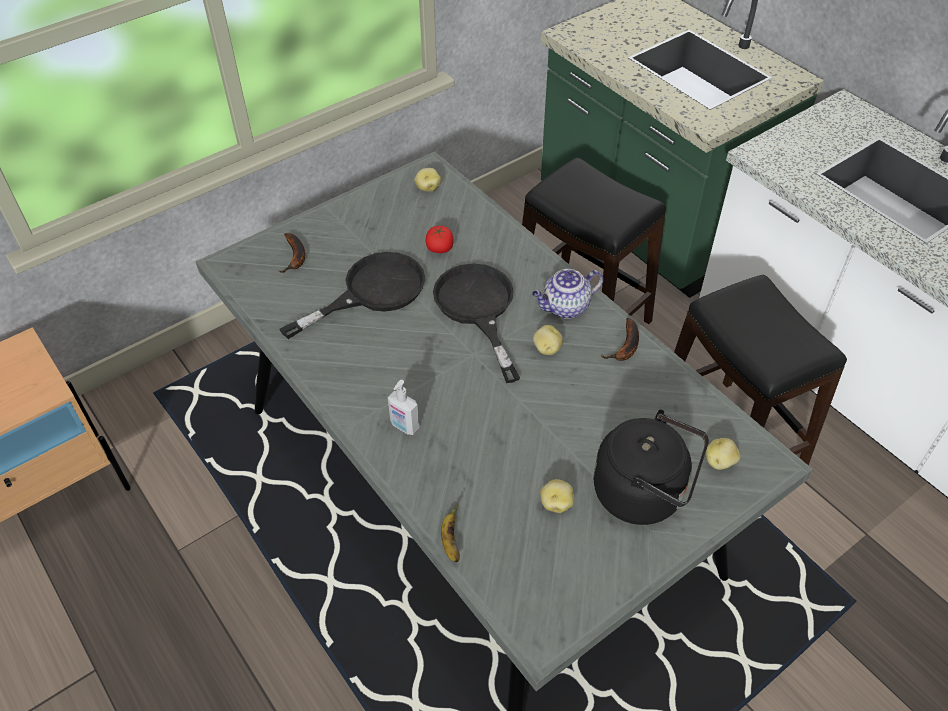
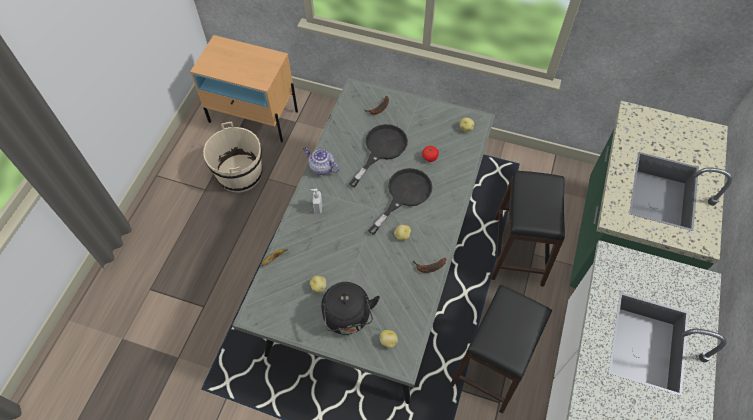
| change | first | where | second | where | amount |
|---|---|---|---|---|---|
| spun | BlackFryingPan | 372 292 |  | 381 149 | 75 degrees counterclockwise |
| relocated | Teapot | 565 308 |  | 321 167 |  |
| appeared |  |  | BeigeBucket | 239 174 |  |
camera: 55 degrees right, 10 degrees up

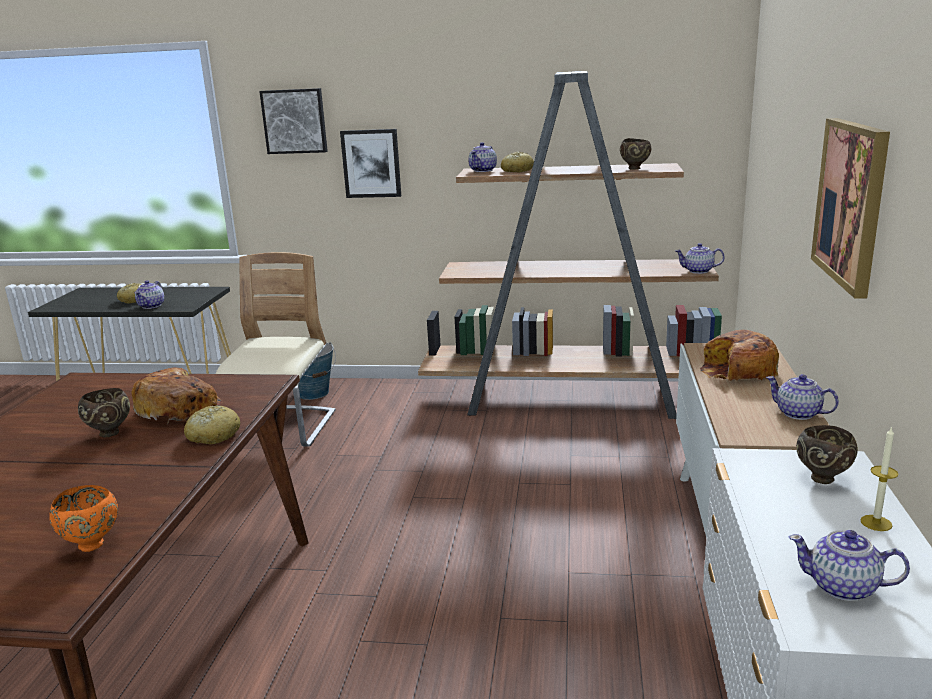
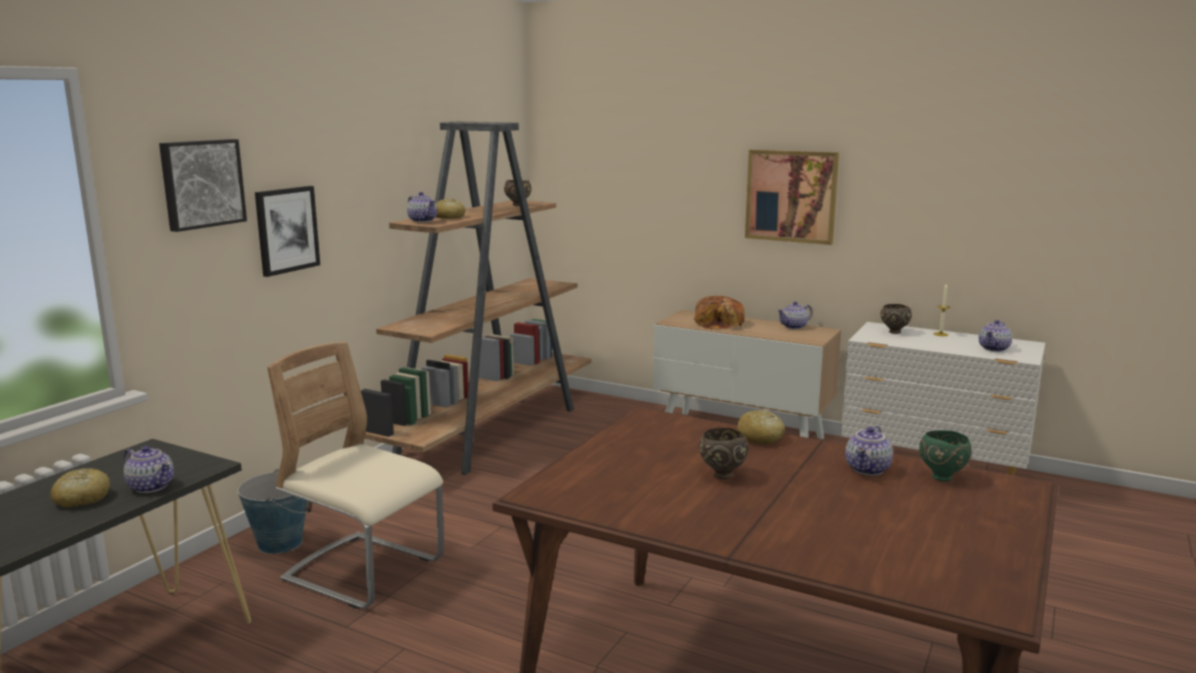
| change | first | where | second | where | amount |
|---|---|---|---|---|---|
| relocated | Teapot | 698 271 |  | 868 470 |  |
| missing | Bread | 180 409 |  |  |  |
| colour | OrangeBowl | 93 545 | GreenBowl | 942 477 |  |
camera: 70 degrees left, 5 degrees down

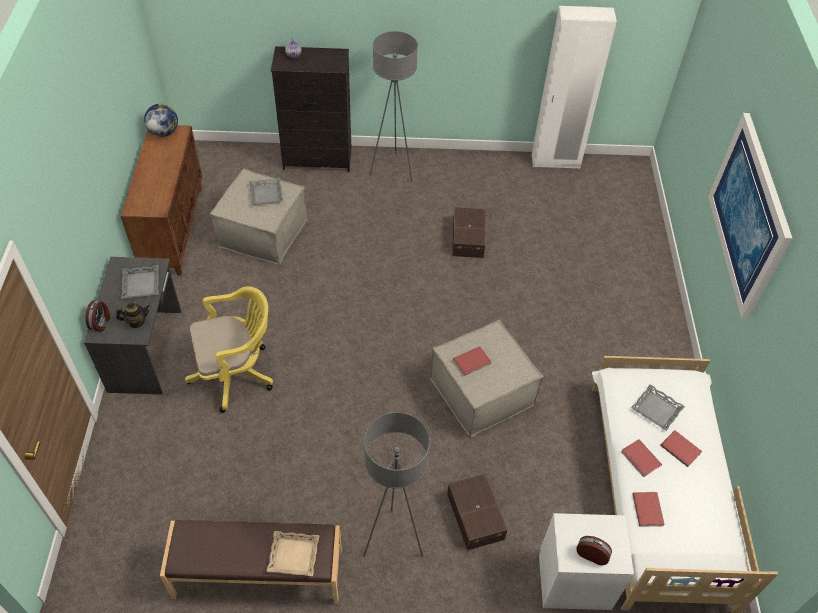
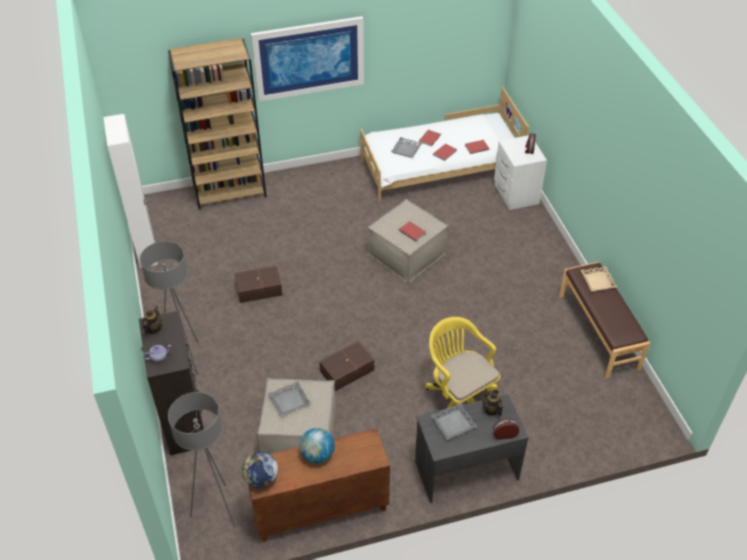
| change | first | where | second | where | amount |
|---|---|---|---|---|---|
| relocated | GreyFloorLamp | 393 541 |  | 217 508 |  |
| relocated | BrownStorageBox | 476 515 |  | 346 370 |  |
| appeared |  |  | BrownBookcase | 230 191 |  |
| appeared |  |  | Teapot | 153 329 |  |
| appeared |  |  | Globe | 317 455 |  |
camera: 105 degrees left, 5 degrees down

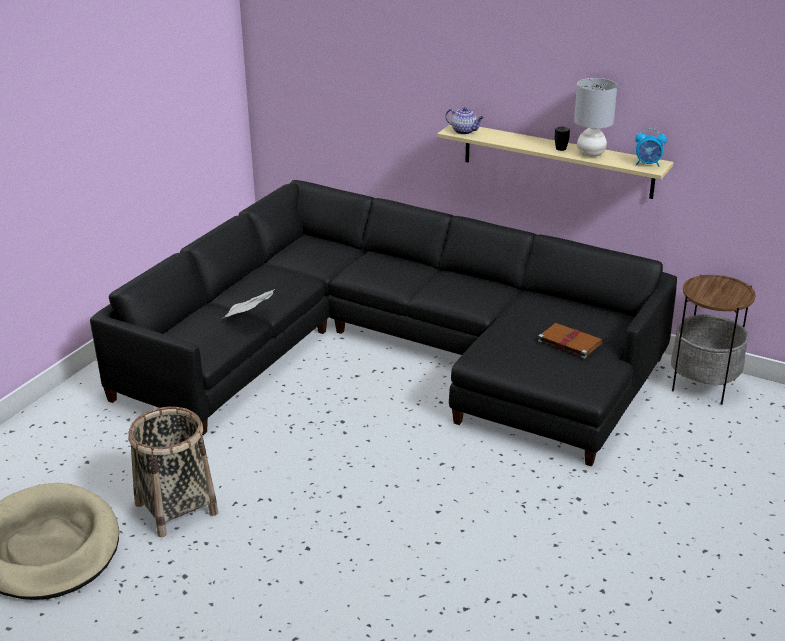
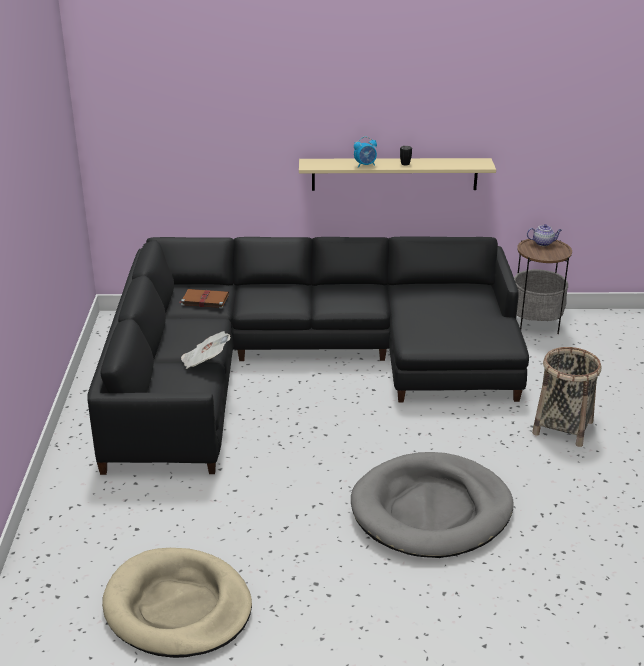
| change | first | where | second | where | amount |
|---|---|---|---|---|---|
| missing | GreyTableLamp | 590 154 |  |  |  |
| relocated | Teapot | 464 131 |  | 543 243 |  |
| relocated | AlarmClock | 648 164 |  | 365 165 |  |
| relocated | BrownBook | 568 342 |  | 204 300 |  |
| relocated | Basket | 176 509 |  | 563 427 |  |
| appeared |  |  | GreyDogBed | 431 510 |  |
camera: 30 degrees left, 0 degrees up

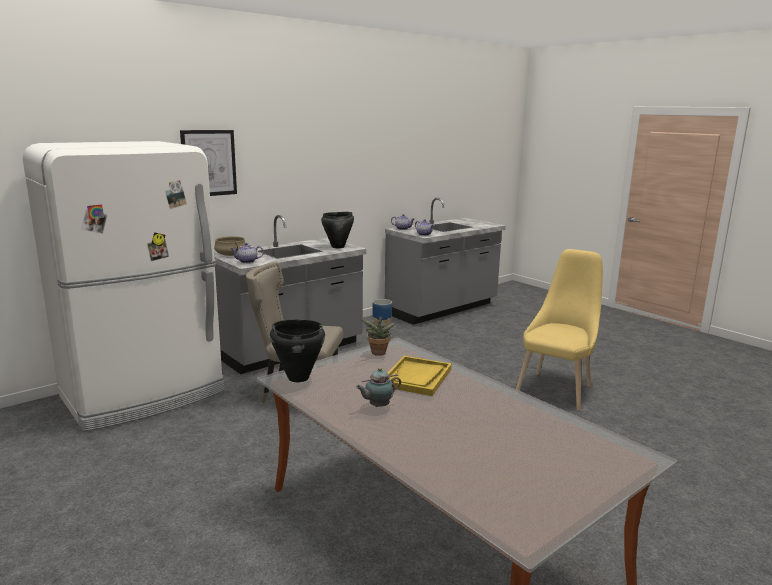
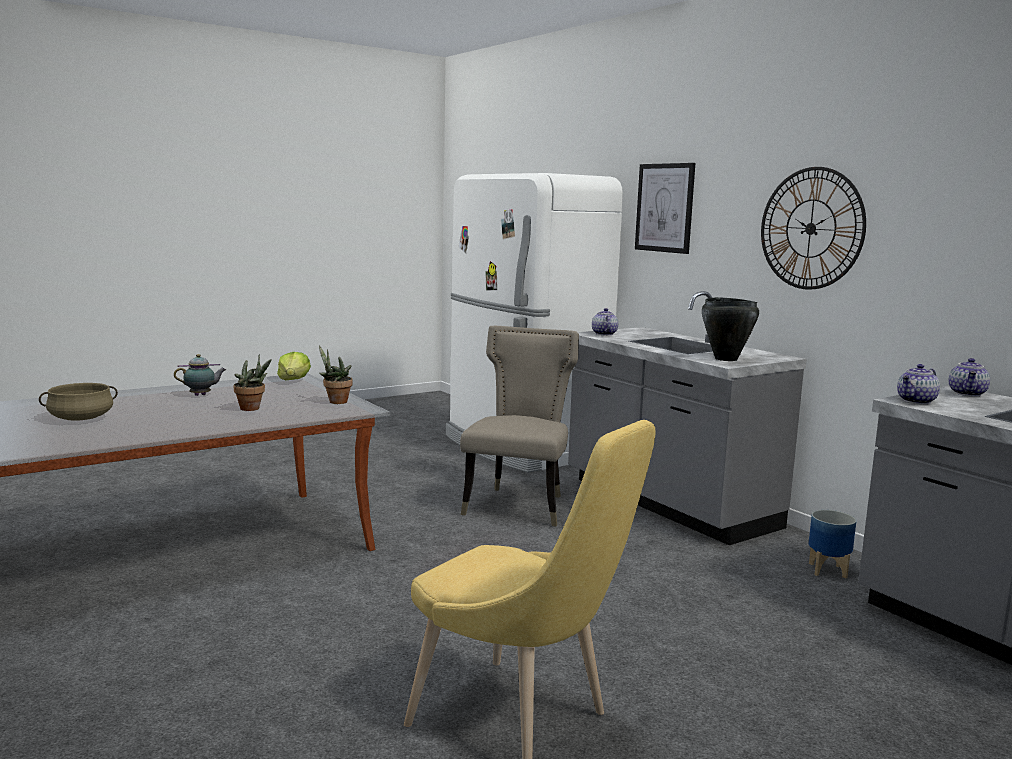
| change | first | where | second | where | amount |
|---|---|---|---|---|---|
| relocated | BeigeCookingPot | 230 255 |  | 81 418 |  |
| exchanged | BlackCookingPot | 298 377 | Lettuce | 294 380 |  |
| exchanged | YellowTray | 417 377 | PottedPlant | 252 409 |  |
| spun | Teapot | 377 406 |  | 202 395 | 90 degrees clockwise |
| appeared |  |  | WallClock | 811 228 |  |
camera: 95 degrees right, 5 degrees down

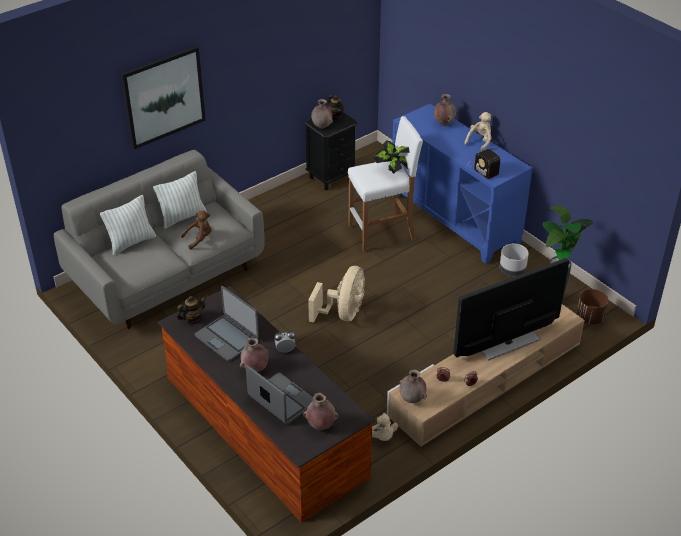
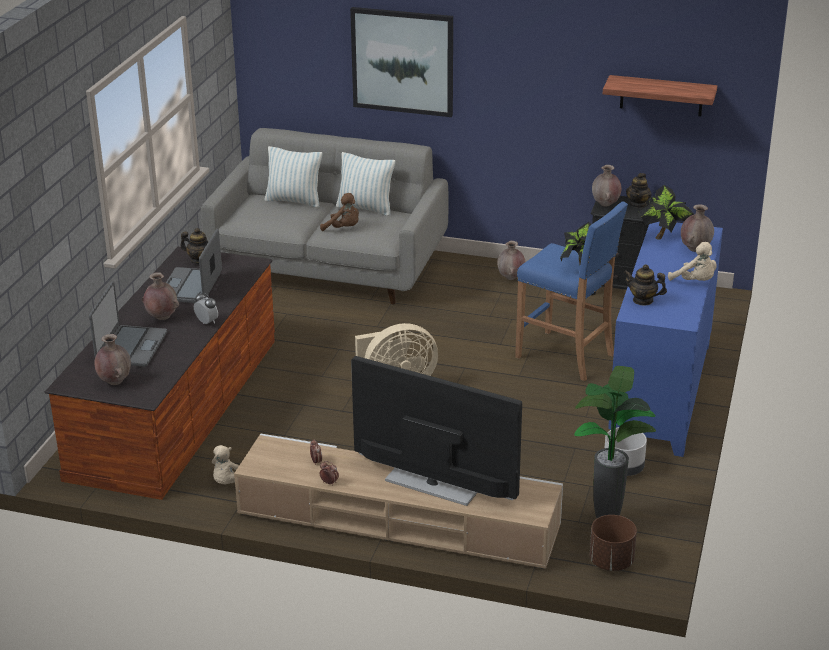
| change | first | where | second | where | amount |
|---|---|---|---|---|---|
| spun | BeigePlushToy | 480 141 |  | 695 282 | 45 degrees clockwise |
| colour | WhiteStool | 382 233 | BlueStool | 565 356 |  |
| exchanged | Radio | 482 167 | Teapot | 643 300 |  |
| relocated | BrownVase | 412 399 |  | 511 278 |  |
| appeared |  |  | Shelf | 661 96 |  |
| appeared |  |  | PottedPlant | 663 236 |  |
camera: 55 degrees right, 10 degrees down

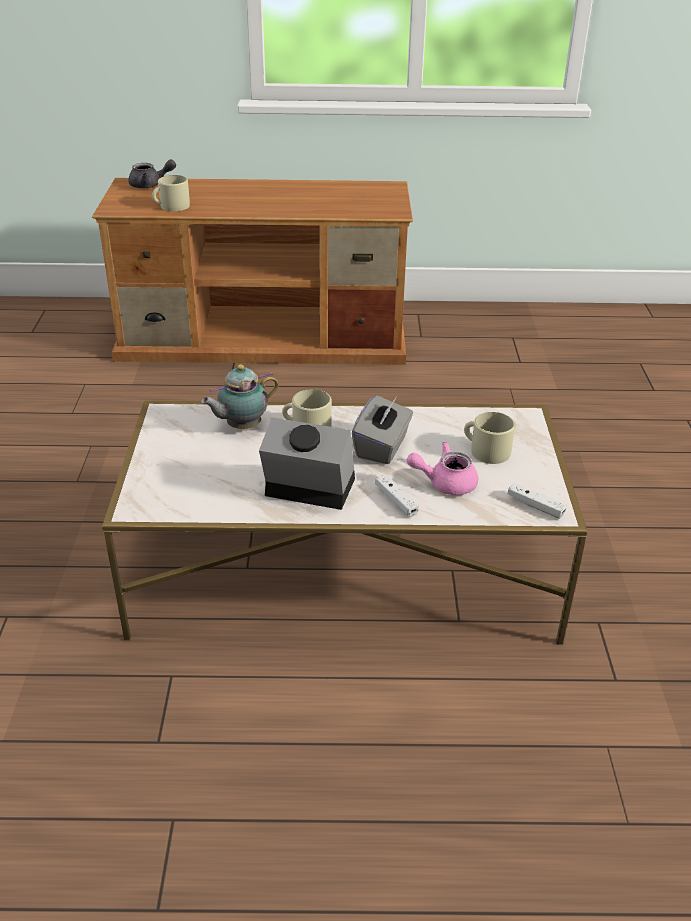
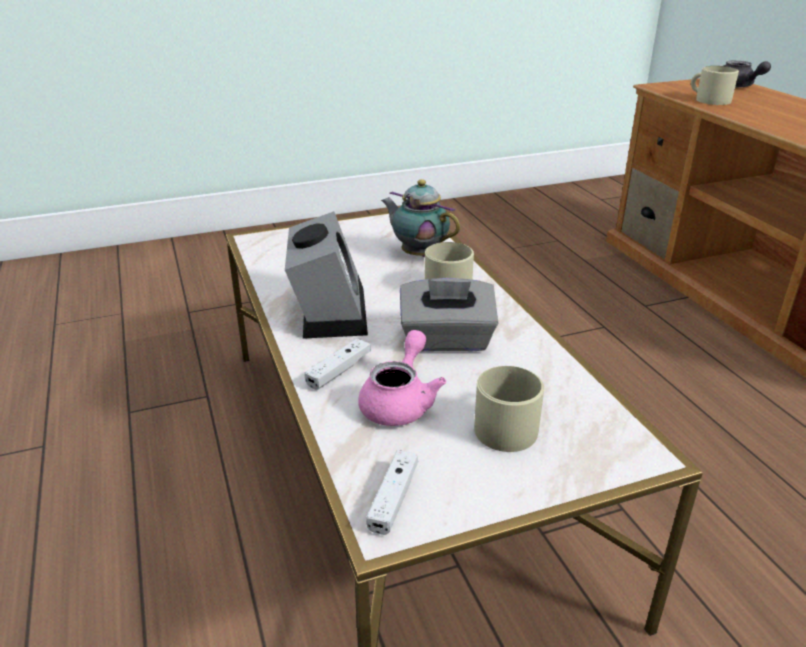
| change | first | where | second | where | amount |
|---|---|---|---|---|---|
| spun | PinkTeapot | 445 483 |  | 400 402 | 45 degrees clockwise |
camera: 70 degrees right, 5 degrees down

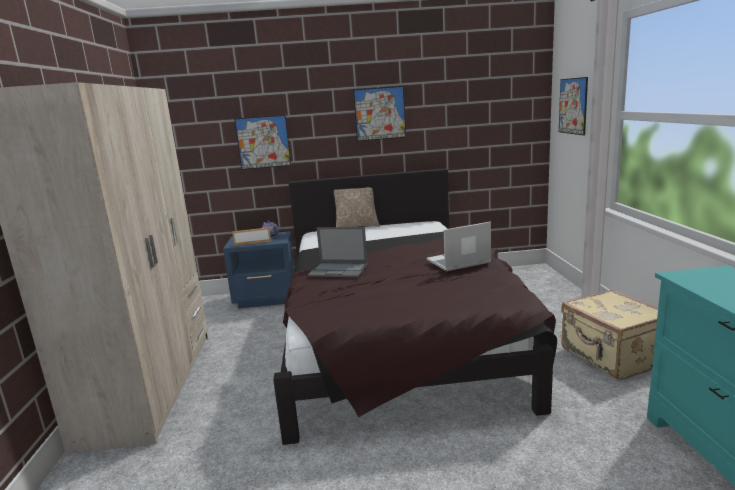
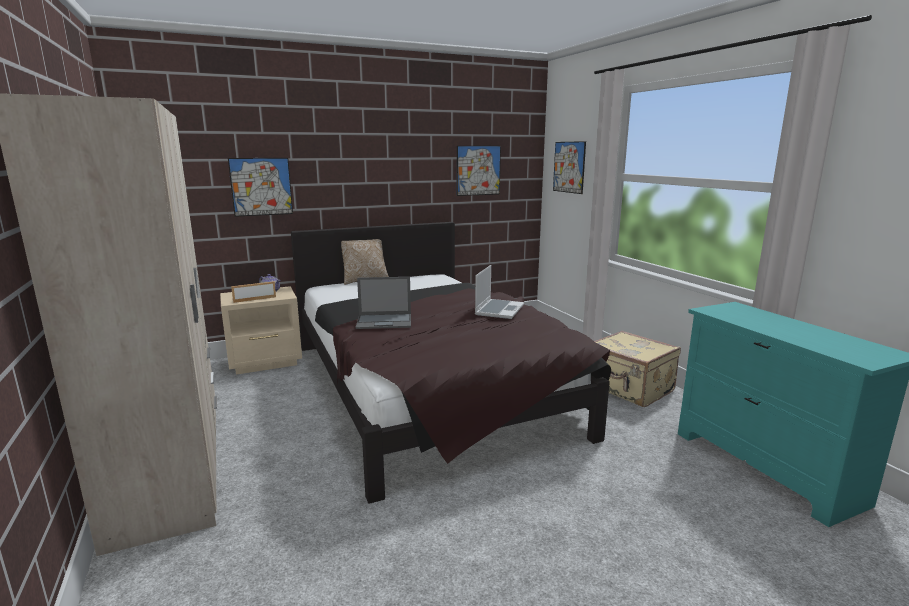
| change | first | where | second | where | amount |
|---|---|---|---|---|---|
| relocated | Picture | 380 113 |  | 478 170 |  |
| spun | Laptop | 458 262 |  | 499 310 | 150 degrees clockwise |
| colour | BlueNightstand | 267 299 | BeigeNightstand | 266 362 |  |
camera: 20 degrees left, 0 degrees up

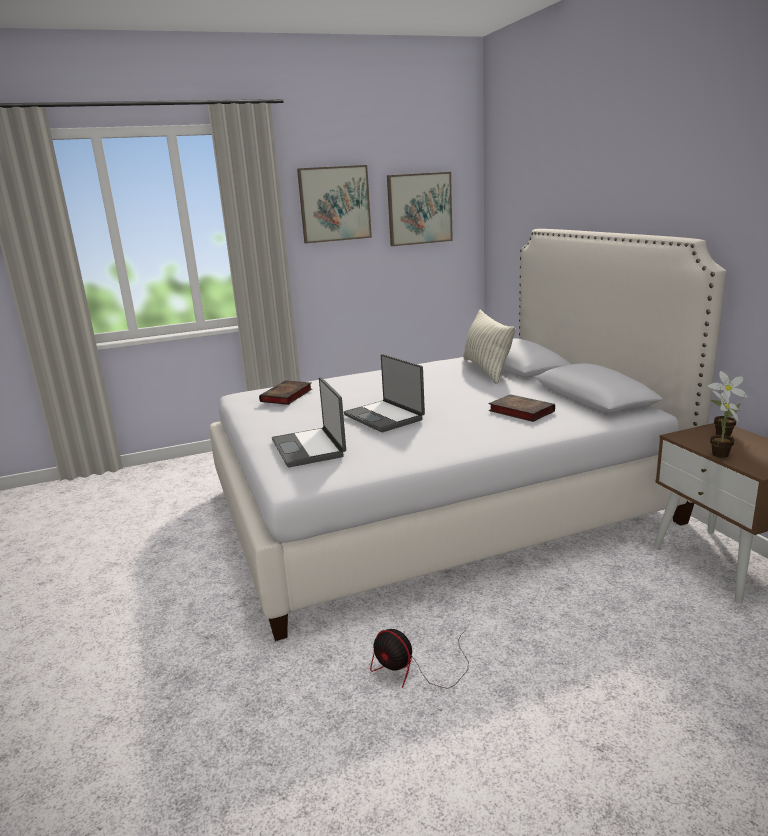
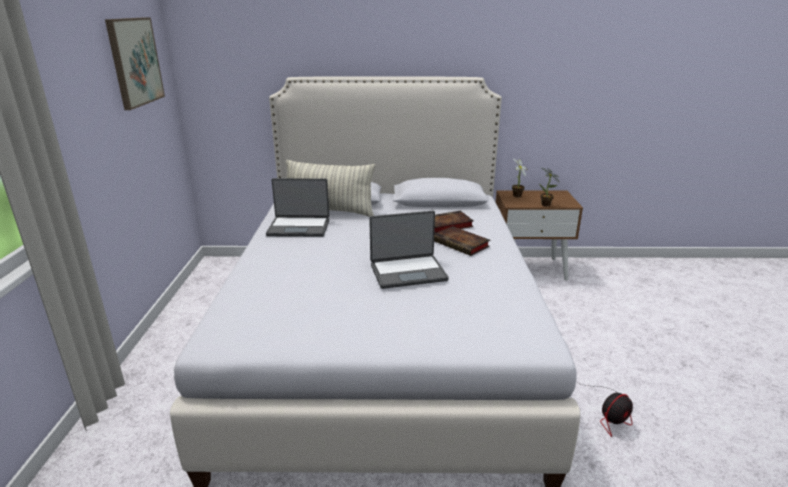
| change | first | where | second | where | amount |
|---|---|---|---|---|---|
| missing | Picture | 334 204 |  |  |  |
| relocated | Laptop | 310 448 |  | 299 227 |  |
| relocated | Book | 286 396 |  | 462 244 |  |
camera: 70 degrees left, 5 degrees up

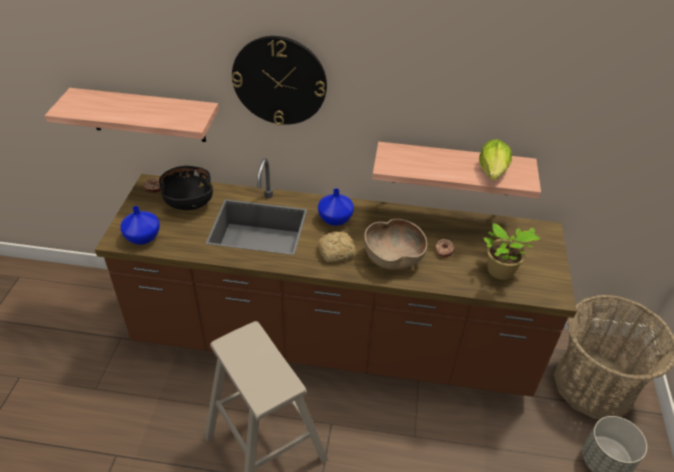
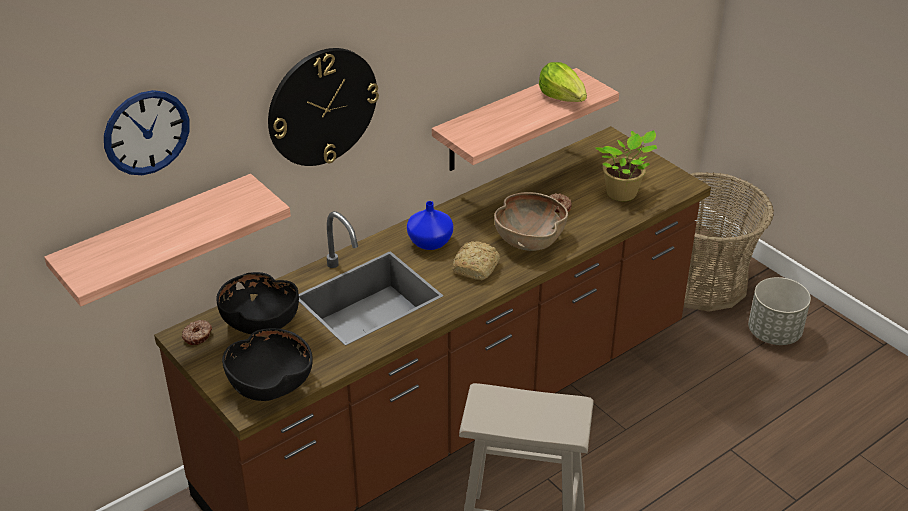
| change | first | where | second | where | amount |
|---|---|---|---|---|---|
| exchanged | BlueVase | 143 236 | BlackBowl | 270 384 |  |
| appeared |  |  | WallClock | 146 132 |  |
camera: 45 degrees left, 5 degrees down

